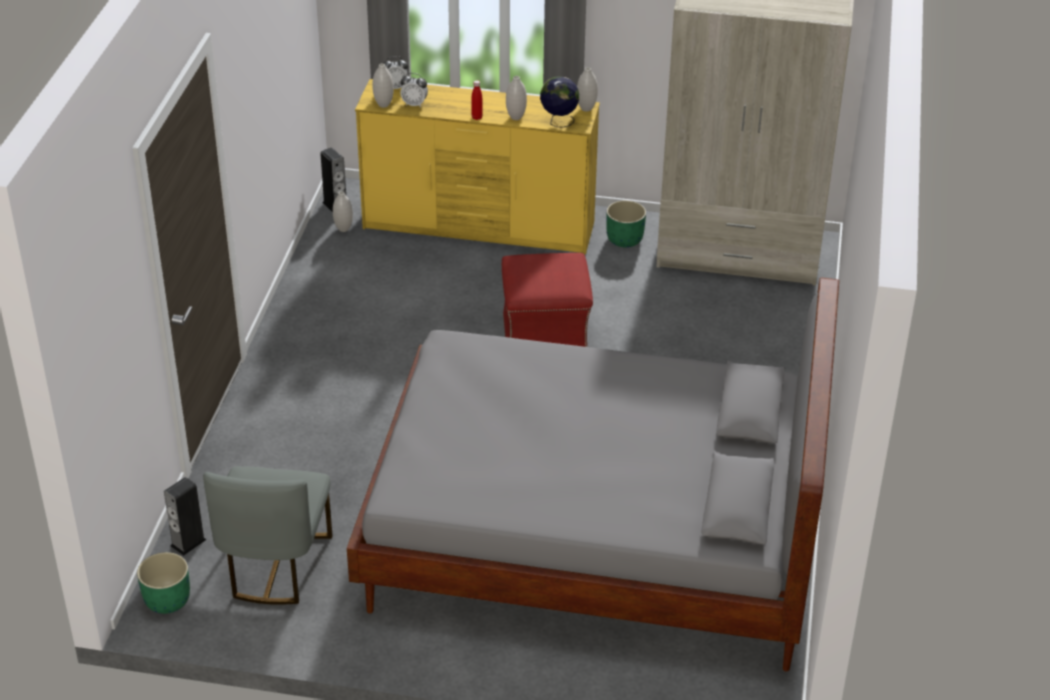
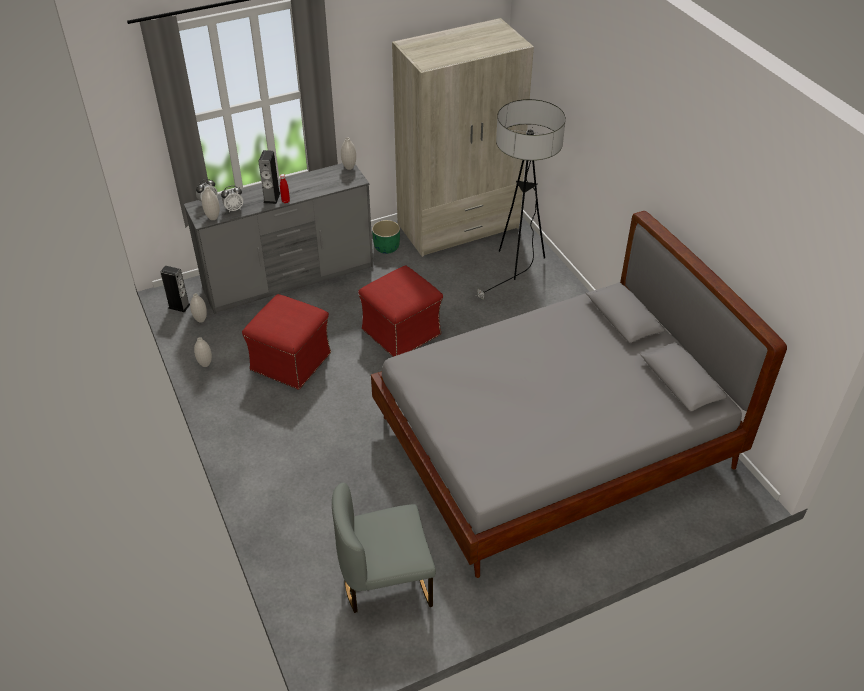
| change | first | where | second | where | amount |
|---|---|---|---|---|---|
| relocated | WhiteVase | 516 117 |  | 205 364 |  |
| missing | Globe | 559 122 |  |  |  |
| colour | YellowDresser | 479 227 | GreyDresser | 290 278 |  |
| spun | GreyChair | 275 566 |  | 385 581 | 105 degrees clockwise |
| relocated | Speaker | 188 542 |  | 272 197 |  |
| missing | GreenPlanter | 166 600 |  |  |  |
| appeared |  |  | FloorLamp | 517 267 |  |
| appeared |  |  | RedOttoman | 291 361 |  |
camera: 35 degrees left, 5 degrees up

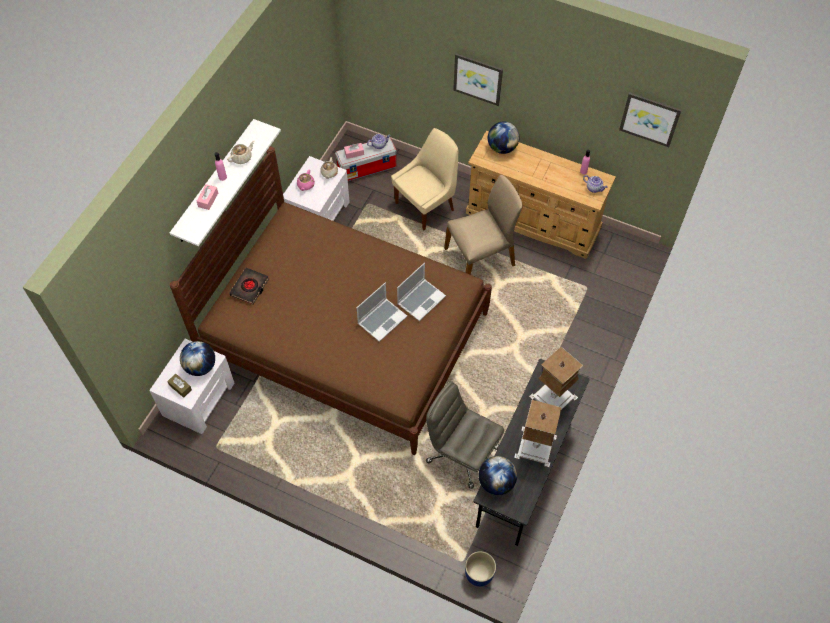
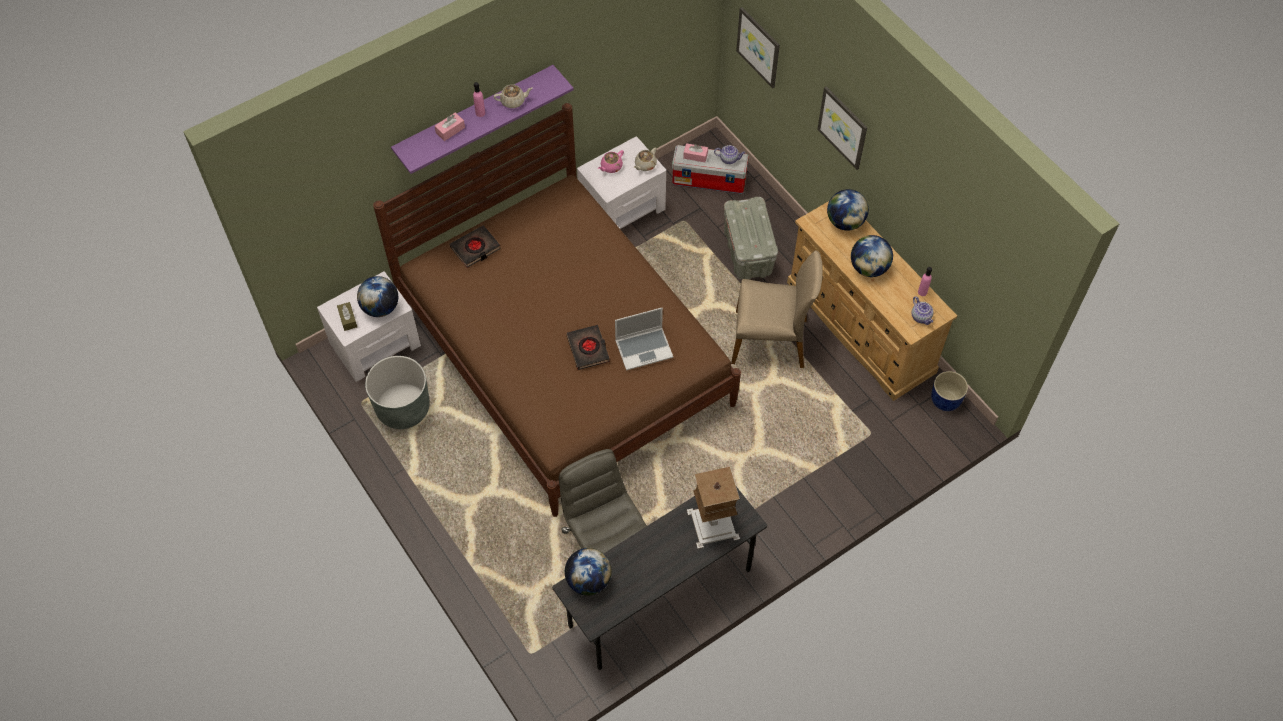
| change | first | where | second | where | amount |
|---|---|---|---|---|---|
| relocated | Picture | 650 119 |  | 759 47 |  |
| colour | WhiteShelf | 215 182 | PurpleShelf | 475 116 |  |
| exchanged | BeigeChair | 426 205 | GreyStorageBox | 748 253 |  |
| exchanged | Laptop | 382 319 | BlackBook | 588 349 |  |
| missing | TableLamp | 536 446 |  |  |  |
| relocated | BluePlanter | 479 574 |  | 945 400 |  |
| appeared |  |  | Globe | 869 268 |  |
| appeared |  |  | GreyPlanter | 403 408 |  |
camera: 30 degrees right, 0 degrees up

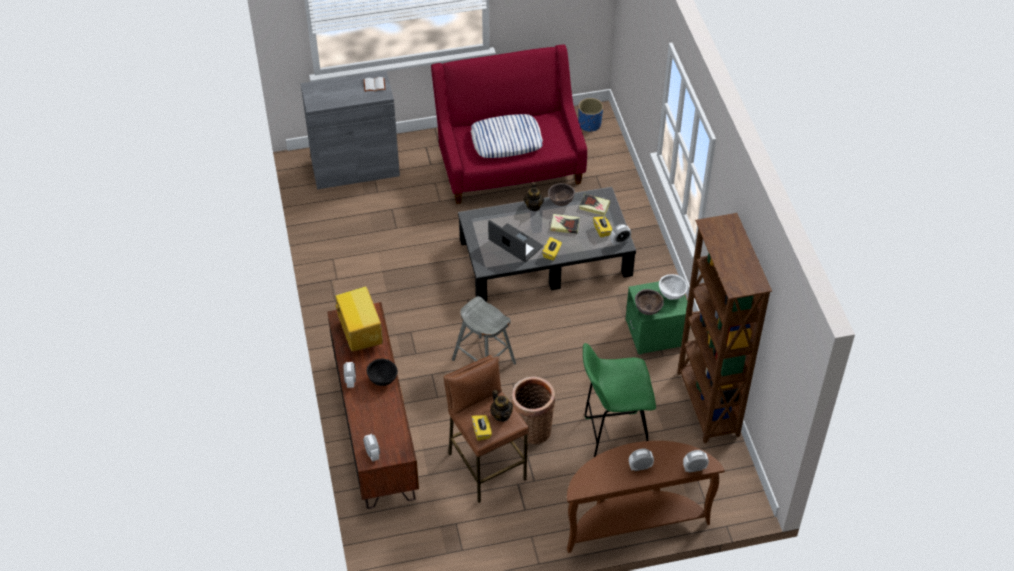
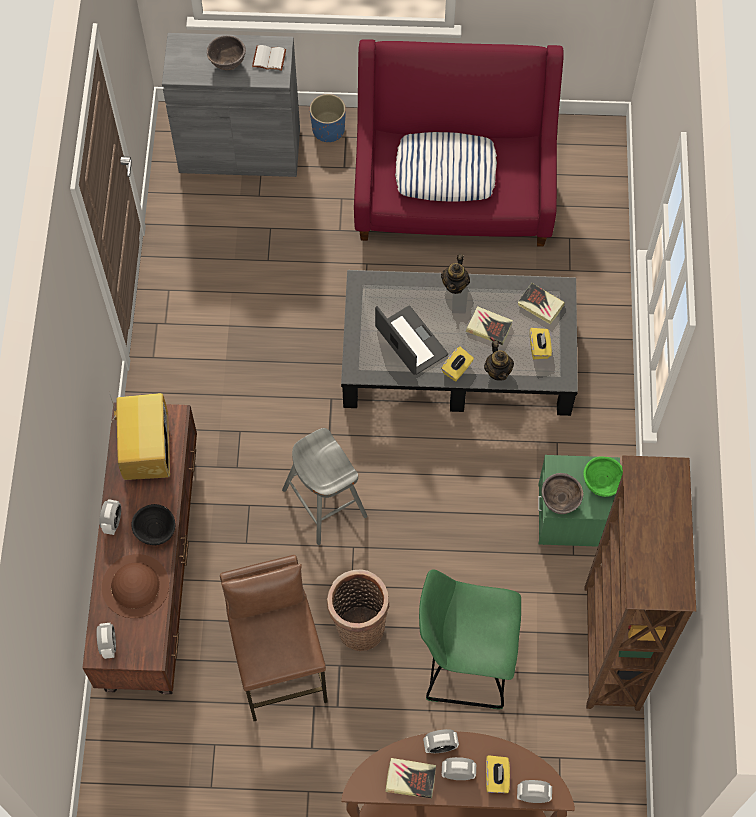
| change | first | where | second | where | amount |
|---|---|---|---|---|---|
| relocated | BluePlanter | 589 124 |  | 328 129 |  |
| relocated | BrownBowl | 561 202 |  | 227 63 |  |
| relocated | AlarmClock | 620 241 |  | 440 746 |  |
| colour | WhiteBowl | 671 295 | GreenBowl | 601 484 |  |
| relocated | Teapot | 501 415 |  | 498 371 |  |
| relocated | YellowTissueBox | 481 431 |  | 496 778 |  |
| appeared |  |  | BrownHat | 135 586 |  |
| appeared |  |  | Book | 410 779 |  |
camera: 15 degrees right, 15 degrees up

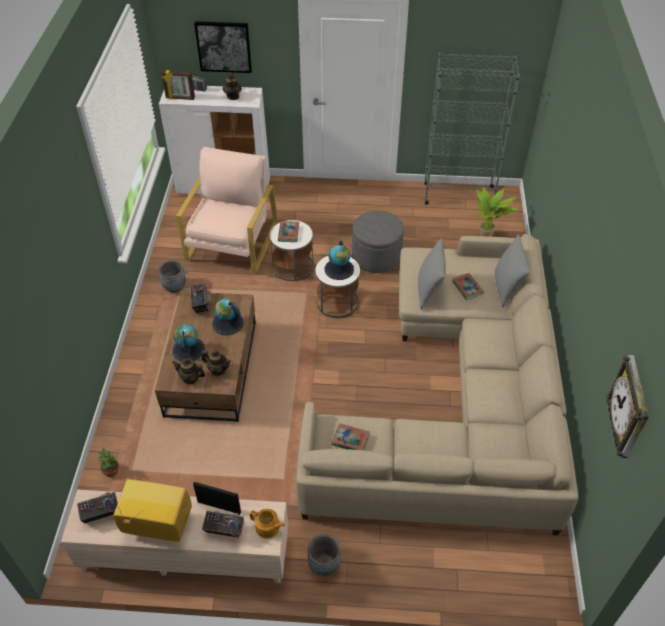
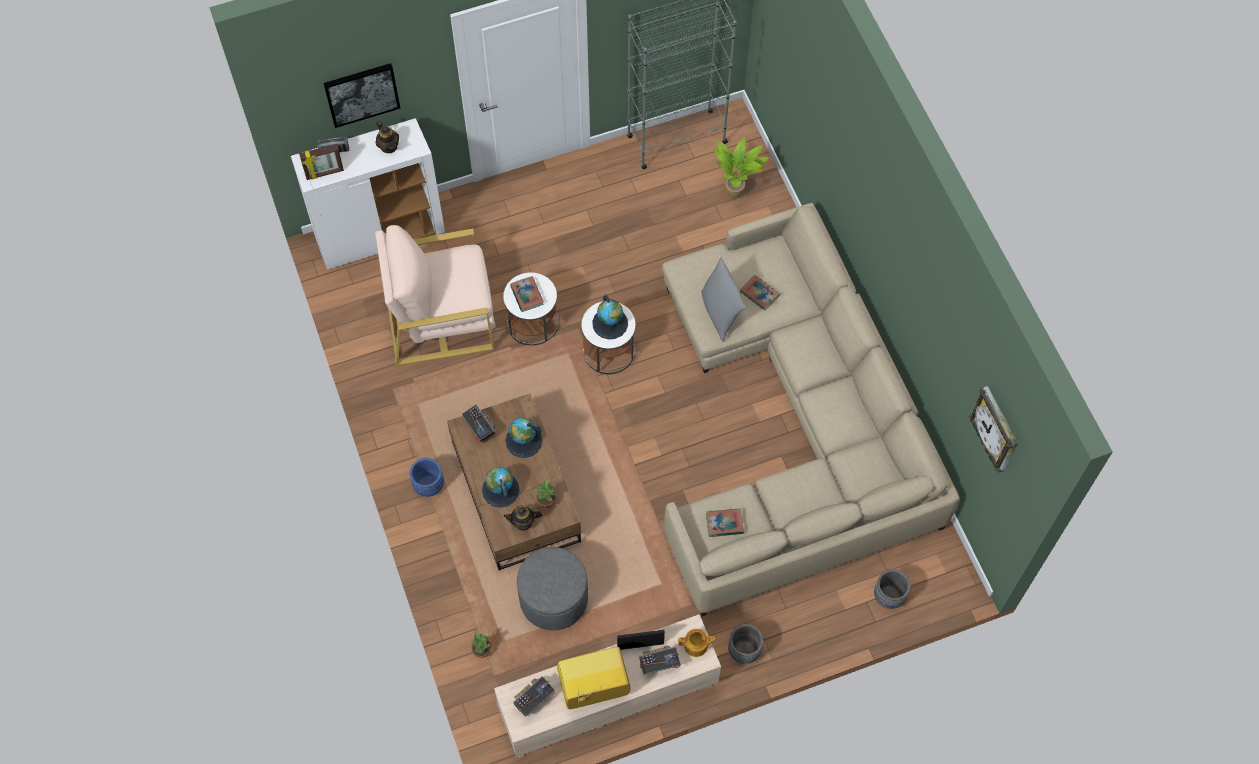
| change | first | where | second | where | amount |
|---|---|---|---|---|---|
| spun | BeigeArmchair | 232 241 |  | 440 315 | 90 degrees counterclockwise |
| relocated | GreyOttoman | 376 256 |  | 553 598 |  |
| missing | GreyPillow | 506 288 |  |  |  |
| relocated | GreyPlanter | 174 286 |  | 888 596 |  |
| exchanged | Teapot | 218 370 | PottedPlant | 546 501 |  |
| appeared |  |  | BluePlanter | 428 485 |  |
camera: 25 degrees left, 15 degrees up

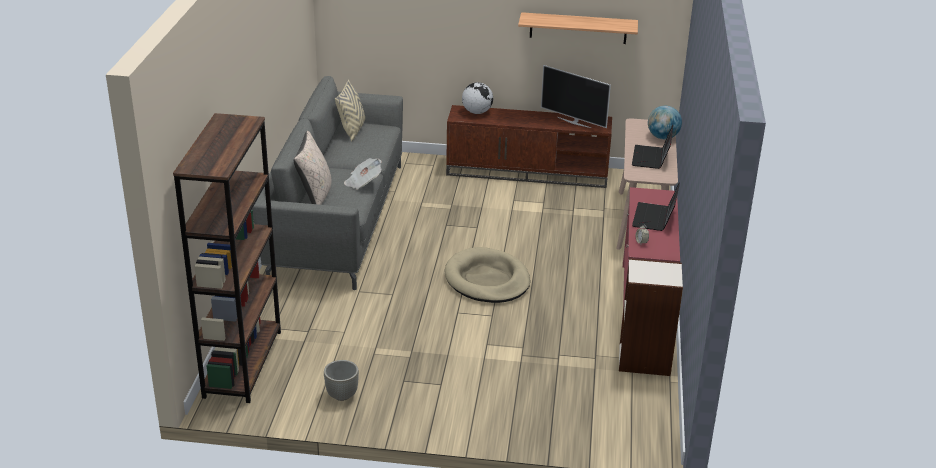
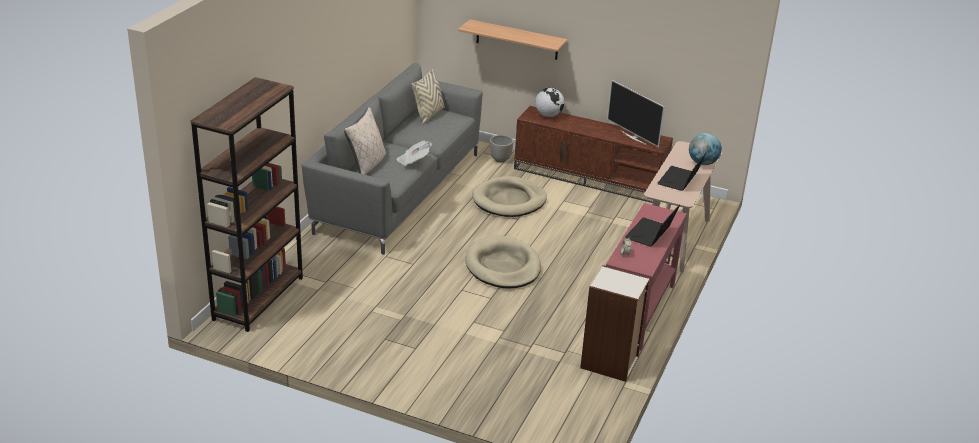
| change | first | where | second | where | amount |
|---|---|---|---|---|---|
| relocated | Shelf | 578 28 |  | 517 40 |  |
| relocated | GreyPlanter | 342 395 |  | 500 159 |  |
| appeared |  |  | BeigeDogBed | 509 200 |  |
camera: 15 degrees right, 0 degrees up

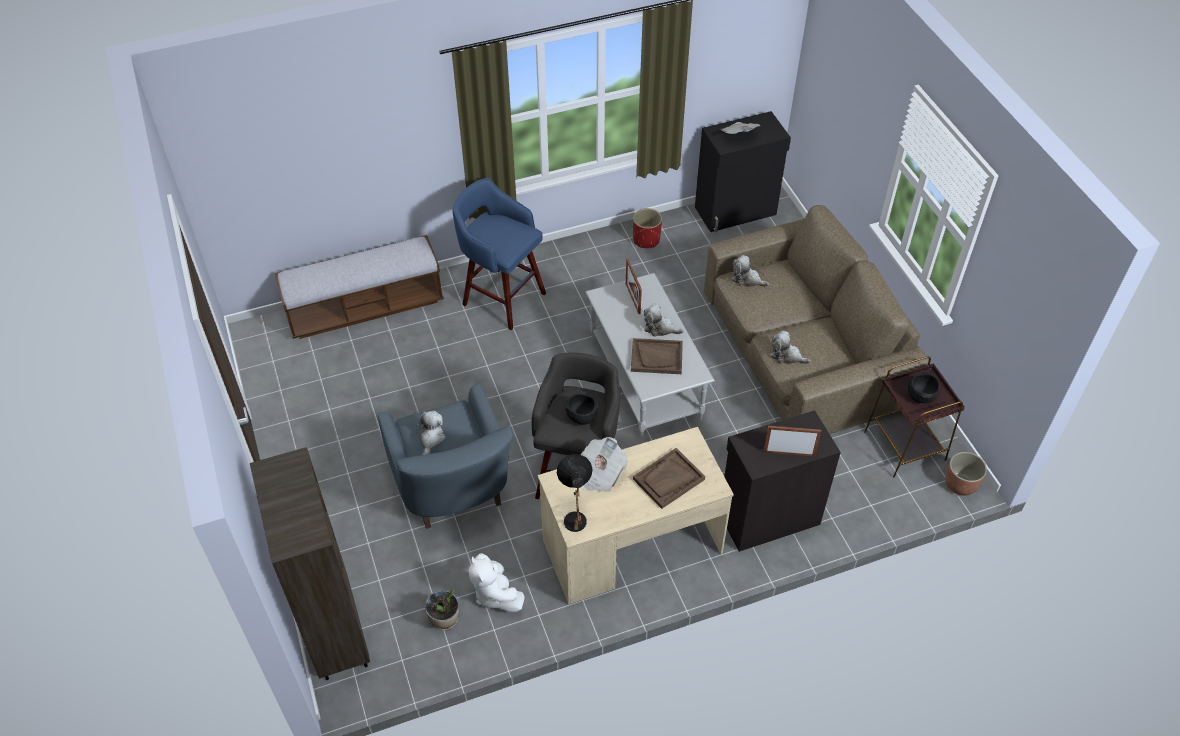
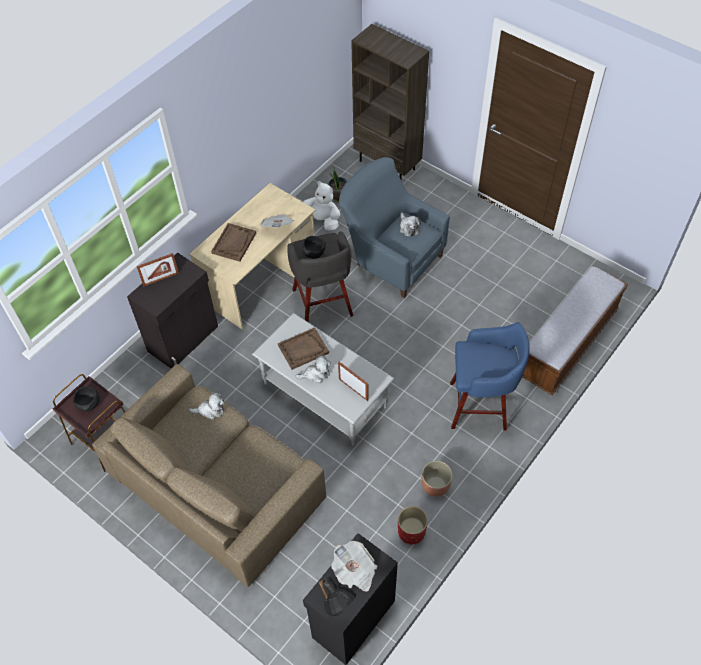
| change | first | where | second | where | amount |
|---|---|---|---|---|---|
| missing | PlushToy | 747 280 |  |  |  |
| relocated | Planter | 960 484 |  | 435 485 |  |
| relocated | BlackTableLamp | 575 514 |  | 338 612 |  |
camera: 150 degrees right, 5 degrees up

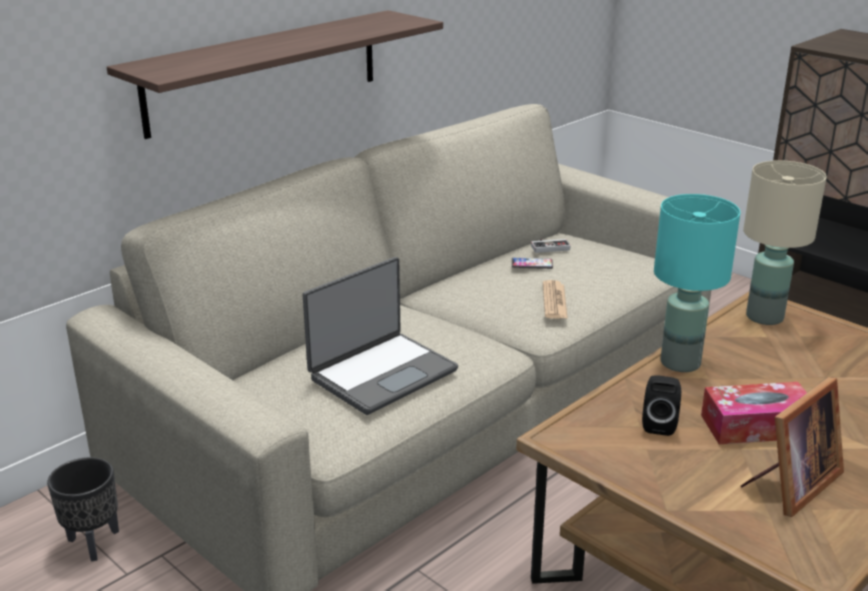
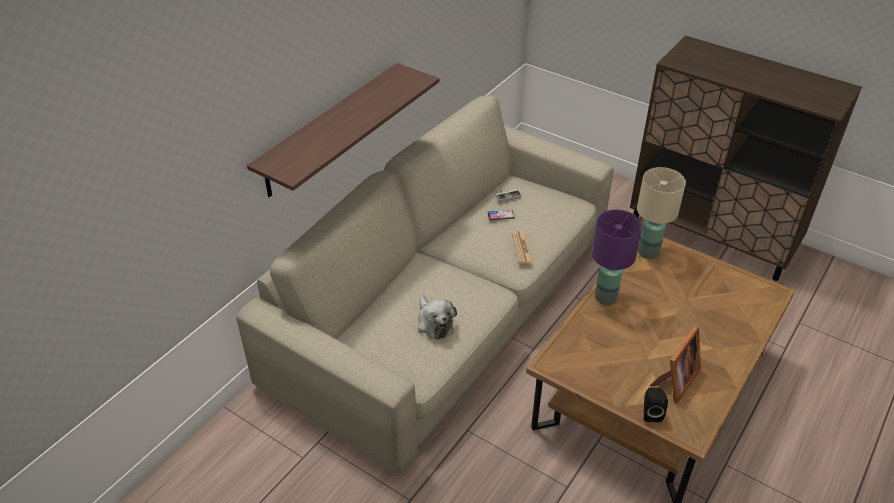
| change | first | where | second | where | amount |
|---|---|---|---|---|---|
| colour | TurquoiseTableLamp | 681 363 | PurpleTableLamp | 606 297 |  |
| exchanged | Laptop | 381 373 | PlushToy | 434 323 |  |
| relocated | BlackSpeaker | 659 424 |  | 651 413 |  |
| missing | TissueBox | 756 426 |  |  |  |
| missing | BlackPlanter | 93 544 |  |  |  |
camera: 10 degrees left, 15 degrees up

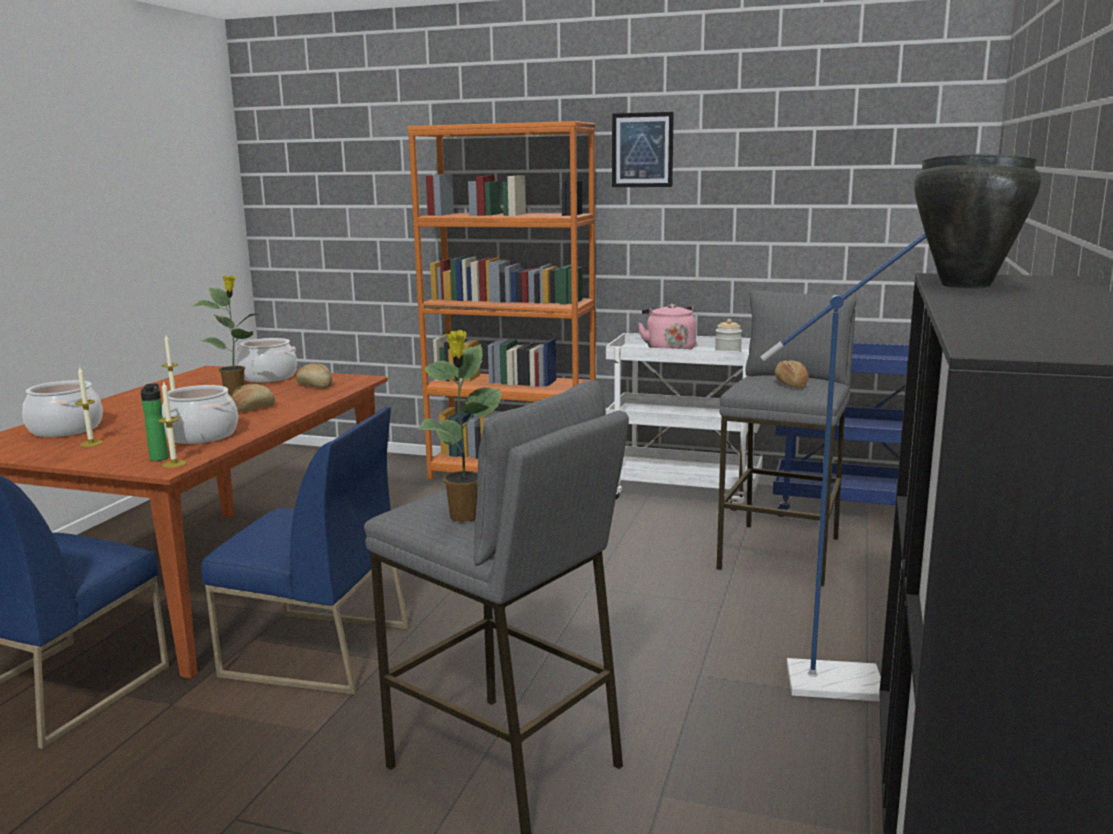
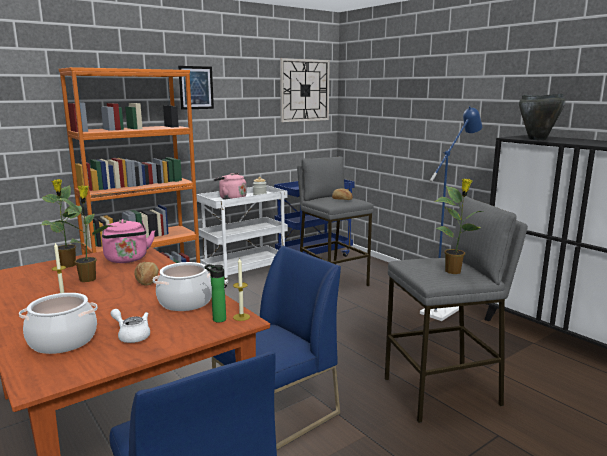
| change | first | where | second | where | amount |
|---|---|---|---|---|---|
| exchanged | CookingPot | 268 377 | PottedPlant | 68 265 |  |
| exchanged | Bread | 315 386 | PinkKettle | 127 259 |  |
| exchanged | Candle | 91 443 | WhiteTeapot | 132 336 |  |
| appeared |  |  | WallClock | 304 90 |  |
camera: 55 degrees left, 0 degrees up

